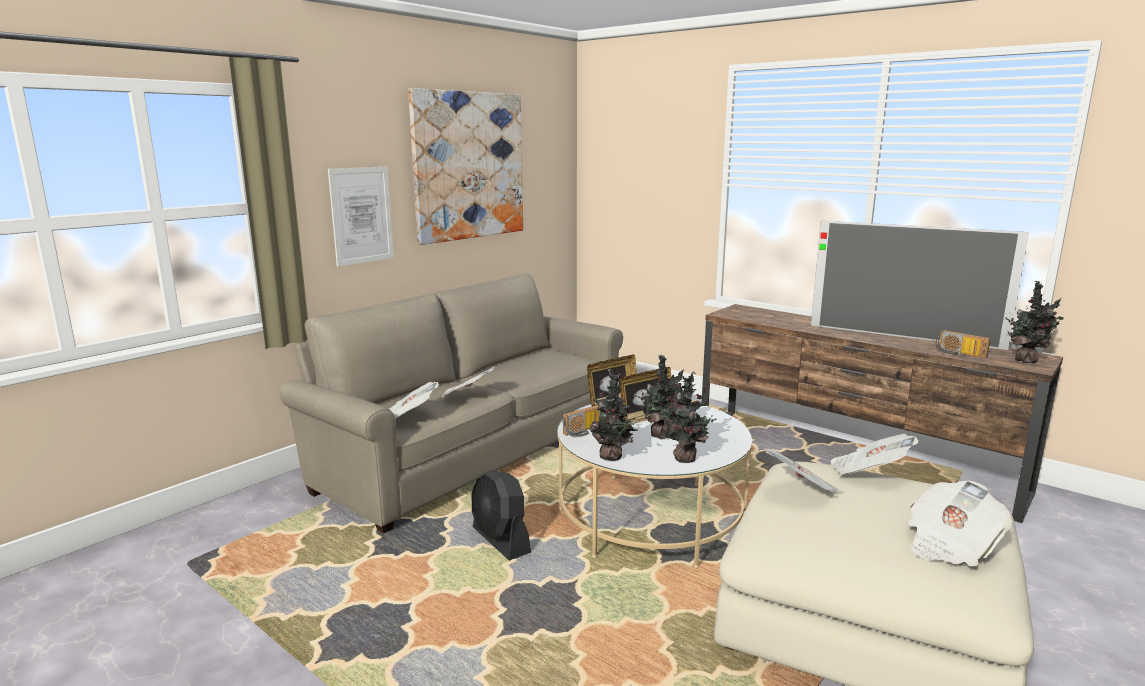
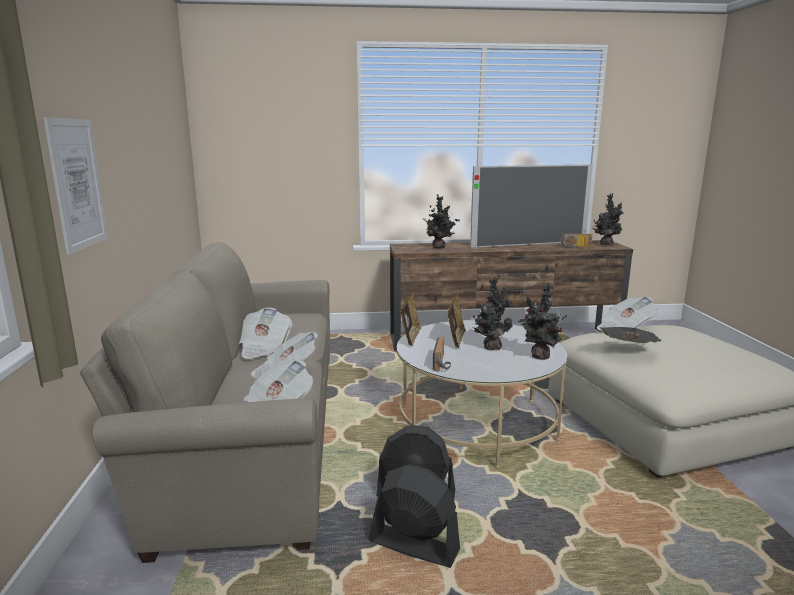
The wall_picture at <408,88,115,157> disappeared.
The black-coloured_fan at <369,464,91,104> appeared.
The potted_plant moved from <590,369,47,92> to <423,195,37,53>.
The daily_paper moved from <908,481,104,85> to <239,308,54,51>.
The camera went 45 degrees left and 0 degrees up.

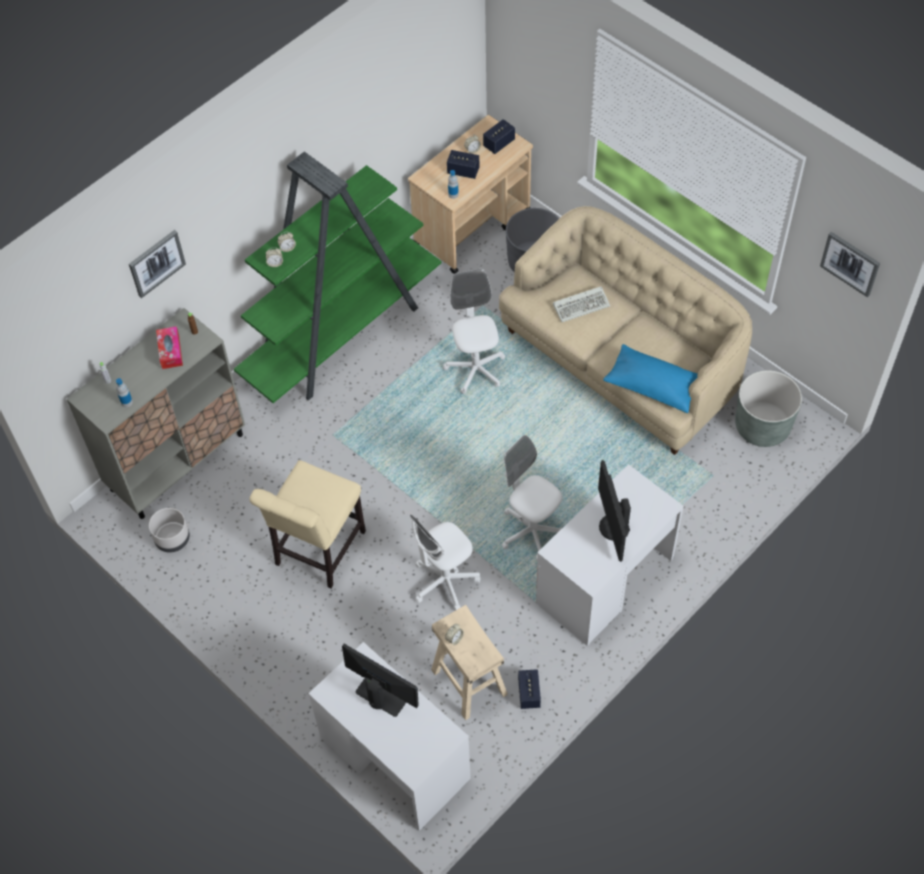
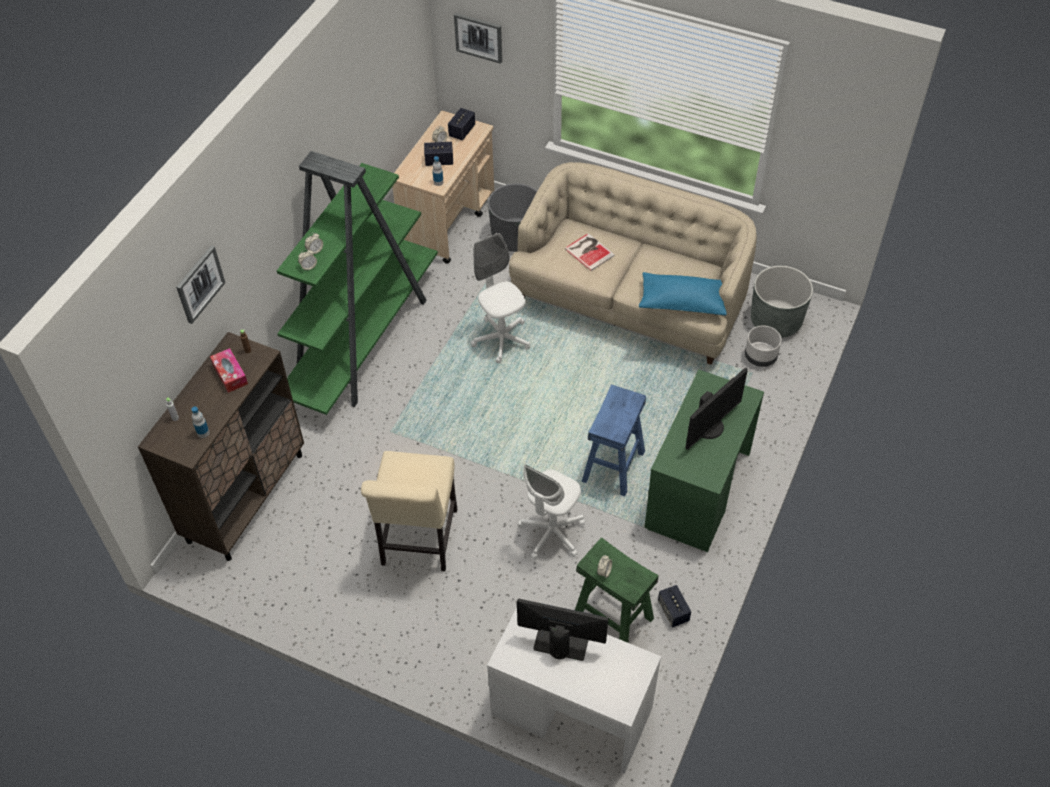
The grey_planter moved from <149,508,41,45> to <745,325,37,42>.
The wall_picture moved from <820,232,60,65> to <454,13,48,51>.
The white-coloured_office_chair at <502,435,60,125> was replaced by the blue_sitting_stool at <581,384,65,112>.
The keyboard at <553,286,57,36> was replaced by the book at <564,233,51,38>.
The grey_cabinet at <67,308,178,211> became the brownish_cabinet at <138,332,166,229>.
The beige_sitting_stool at <431,605,77,115> became the green_sitting_stool at <575,537,84,106>.
The white-coloured_desk_table at <536,464,148,182> became the green_desk_table at <644,370,120,182>.
The computer_screen at <598,460,33,102> turned 105 degrees counterclockwise.
The camera went 20 degrees left and 5 degrees down.

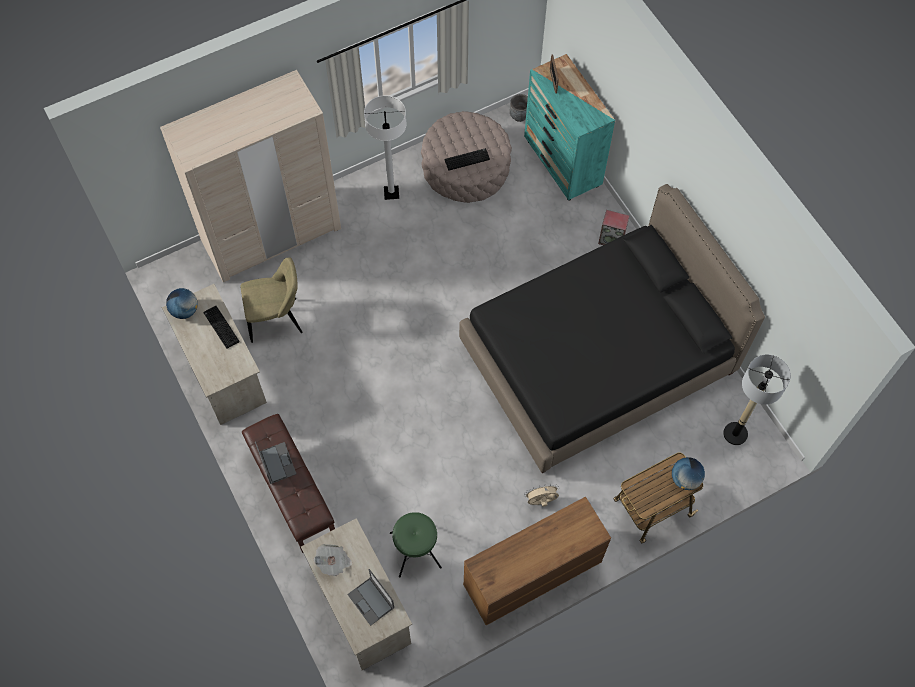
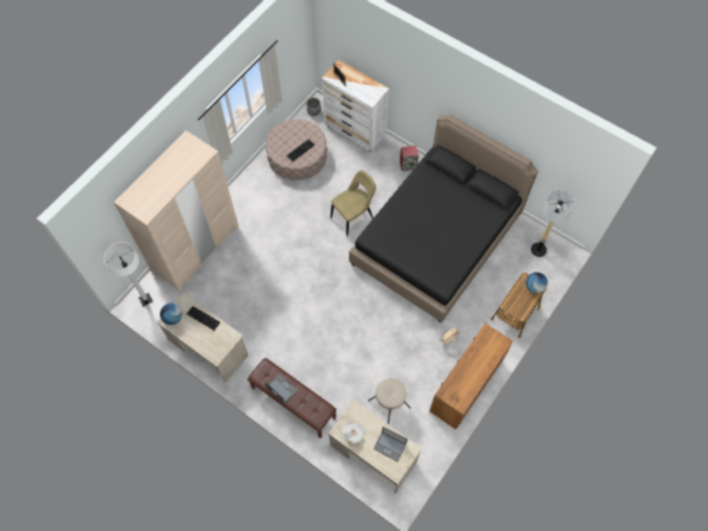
The beige_chair moved from <241,257,61,86> to <331,170,45,67>.
The white-coloured_standard_lamp moved from <364,95,43,105> to <104,242,49,64>.
The green_sitting_stool at <390,512,52,65> became the beige_sitting_stool at <368,379,43,45>.
The blue-green_dresser at <524,54,91,147> became the white-coloured_dresser at <322,60,67,92>.
The camera went 25 degrees left and 0 degrees up.

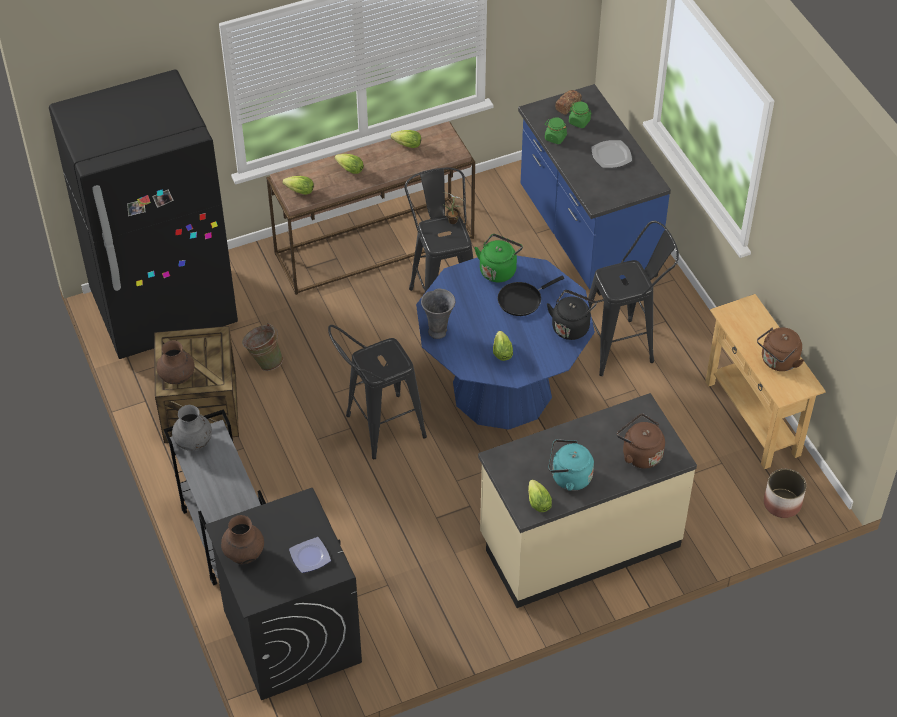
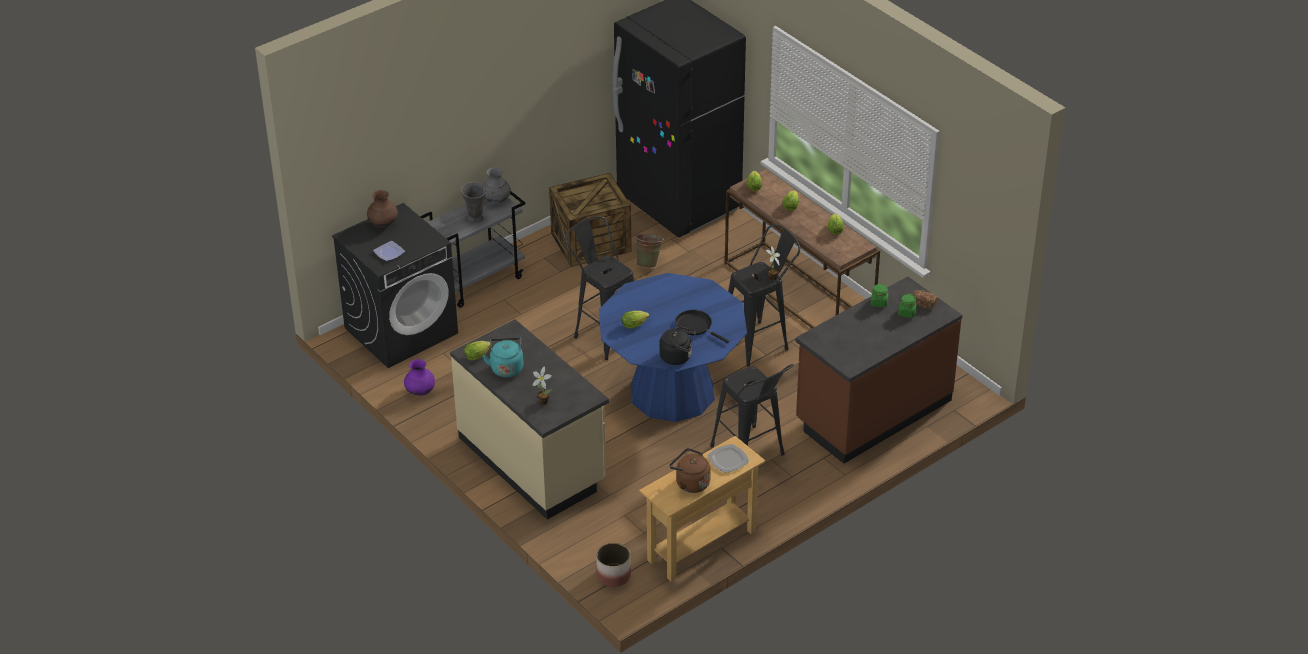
The brownish_vase at <157,341,37,43> disappeared.
The green_tea_kettle at <474,234,49,49> disappeared.
The purple-coloured_vase at <404,359,31,37> appeared.
The grey_vase moved from <421,288,34,51> to <461,182,26,41>.
The plate moved from <592,140,40,28> to <707,444,42,29>.
The brownish_tea_kettle at <617,414,48,55> was replaced by the potted_plant at <533,366,19,39>.
The blue_kitchen_counter at <518,84,153,212> became the brownish_kitchen_counter at <796,276,166,188>.
The camera went 75 degrees right and 10 degrees down.

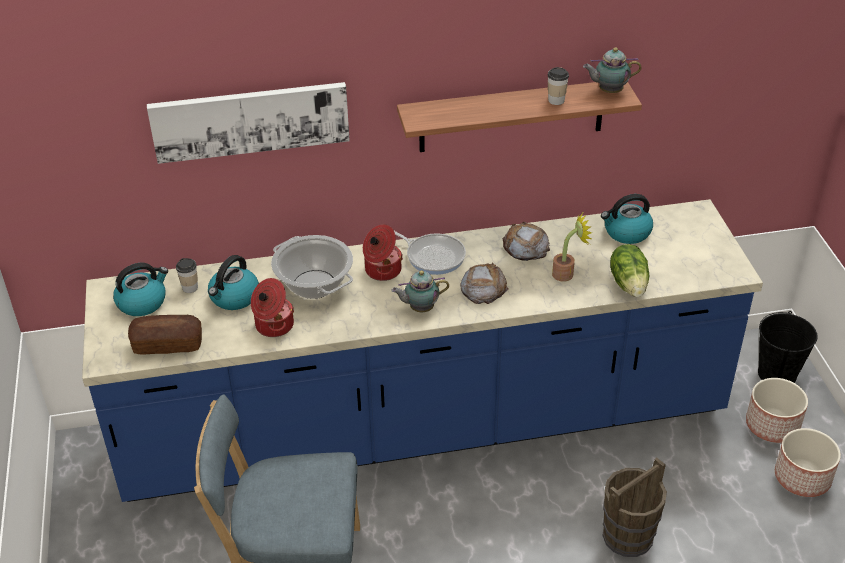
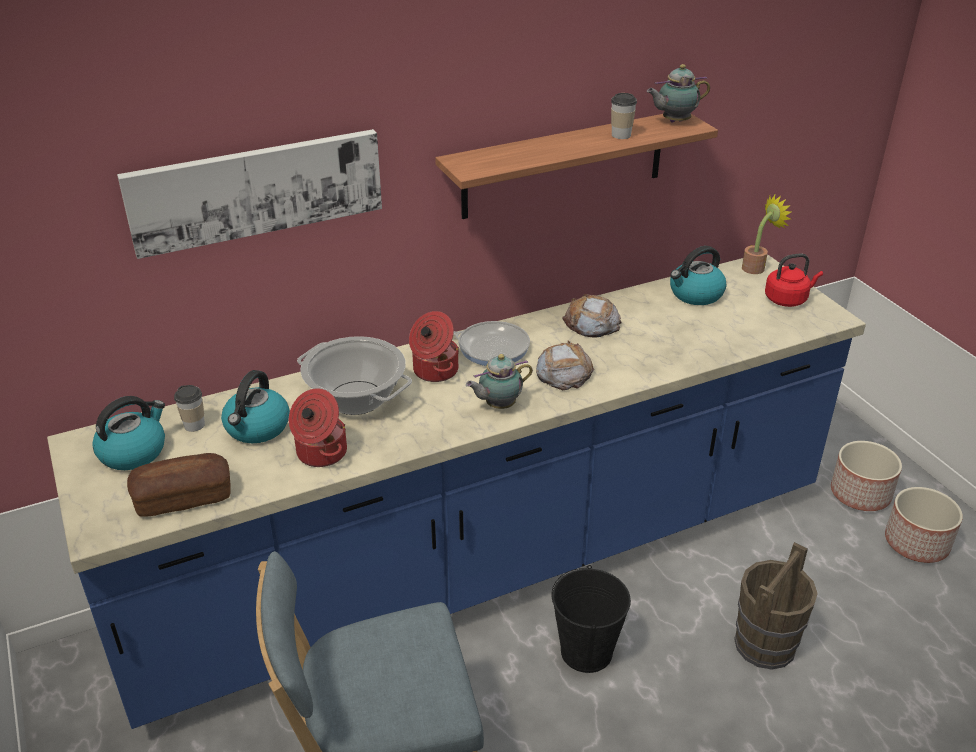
The head_of_lettuce at <610,244,39,53> disappeared.
The reddish_tea_kettle at <765,254,58,53> appeared.
The potted_plant moved from <552,211,40,71> to <742,195,49,79>.
The black-coloured_bucket moved from <758,311,60,72> to <551,565,80,108>.
The camera went 15 degrees left and 5 degrees down.

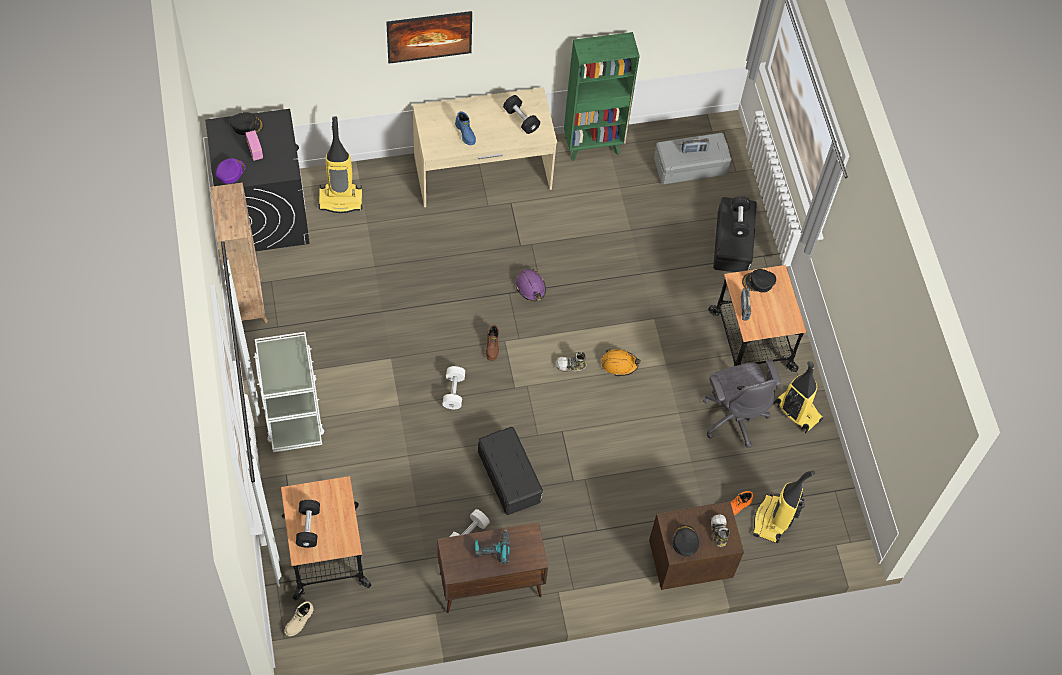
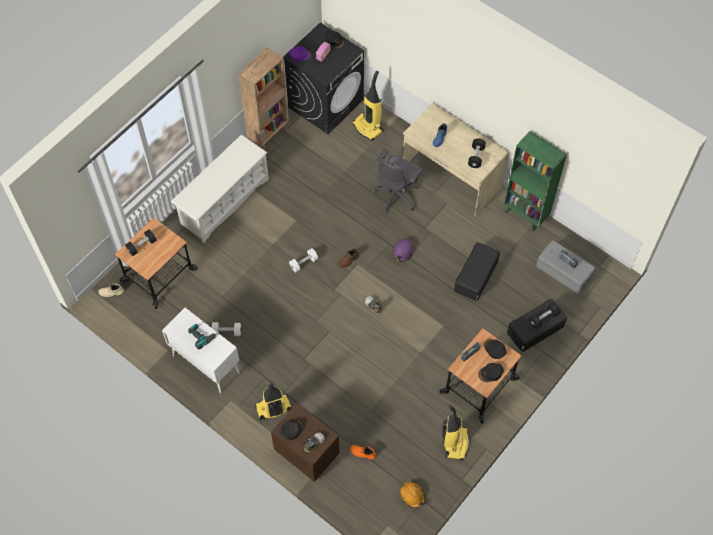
The wall_picture at <386,11,86,53> disappeared.
The black-coloured_baseball_cap at <479,363,25,19> appeared.
The black-coloured_storage_container moved from <478,427,65,88> to <454,242,46,59>.
The orange-coloured_safety_helmet moved from <601,349,40,27> to <400,481,25,27>.
The grey_office_chair moved from <703,360,78,88> to <373,149,50,65>.
The hoover moved from <753,470,62,73> to <255,381,37,40>.
The white-coloured_wheeled_cart at <254,332,70,120> was replaced by the white-coloured_shoe_rack at <171,135,98,108>.
The brownish_cabinet at <437,522,111,91> became the white-coloured_cabinet at <162,308,78,86>.
The camera went 55 degrees right and 0 degrees up.

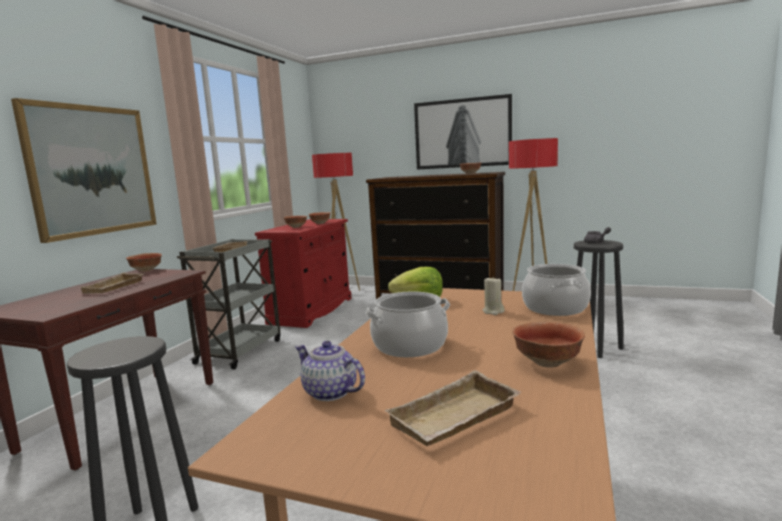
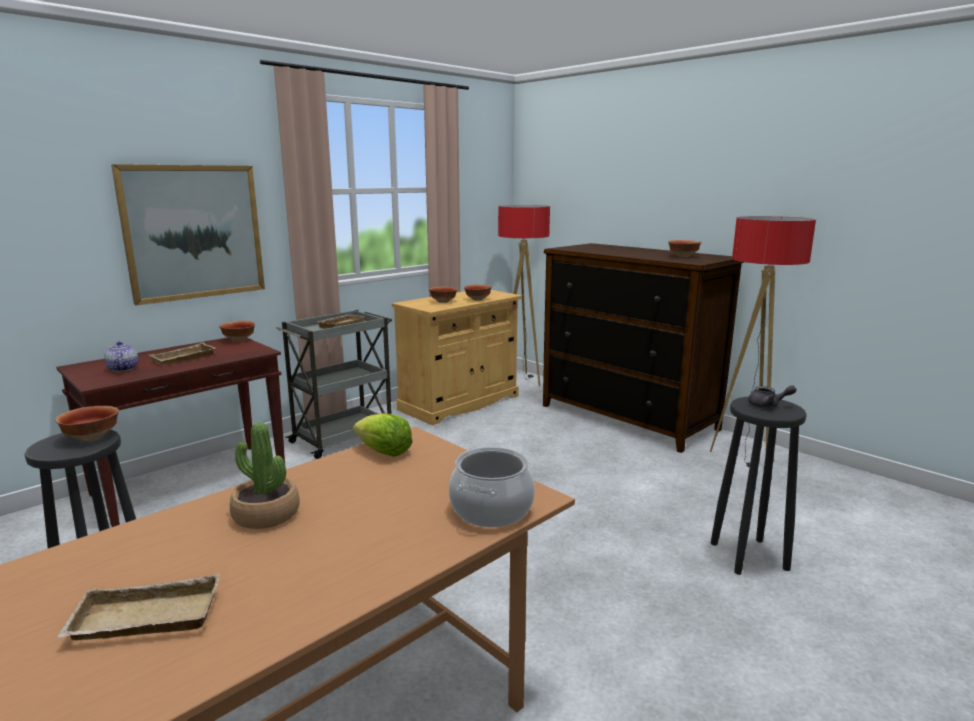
The wall_picture at <414,94,98,75> disappeared.
The beige_wax_light at <483,276,22,39> disappeared.
The pot_for_tea moved from <295,341,70,60> to <104,341,34,31>.
The bowl moved from <512,322,73,46> to <56,406,63,35>.
The saucepot at <365,291,85,66> was replaced by the potted_plant at <230,422,70,107>.
The reddish_cabinet at <255,219,97,109> became the beige_cabinet at <392,290,130,135>.
The camera went 25 degrees right and 5 degrees up.

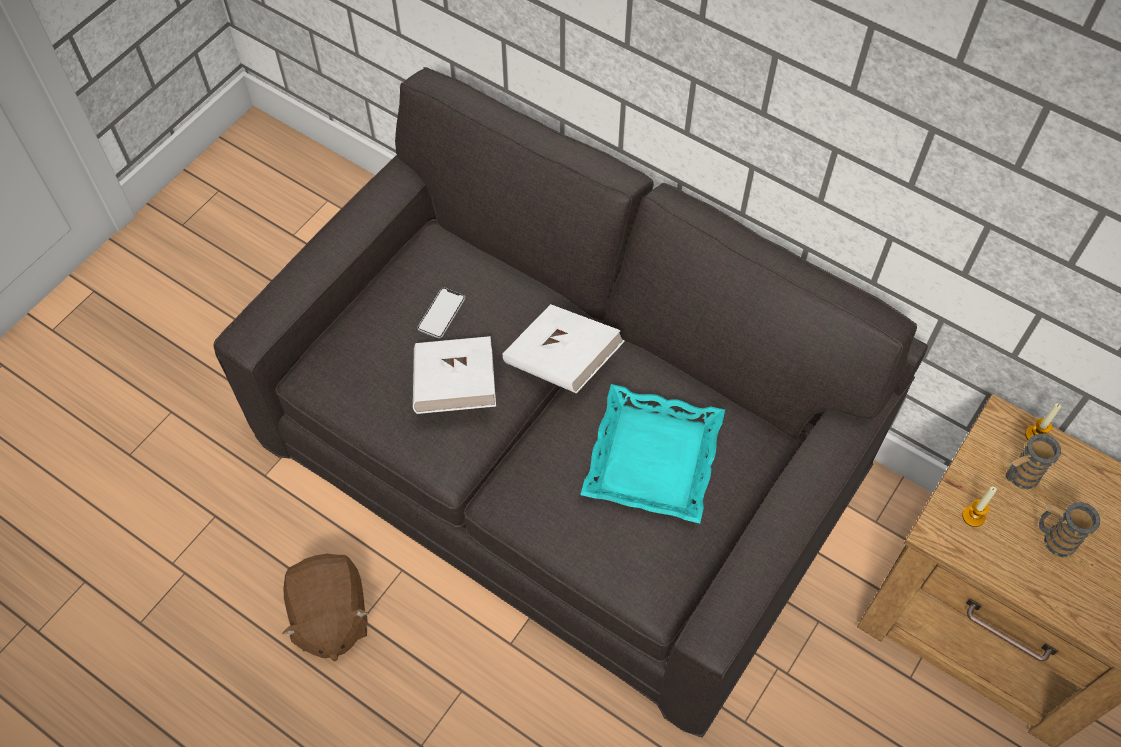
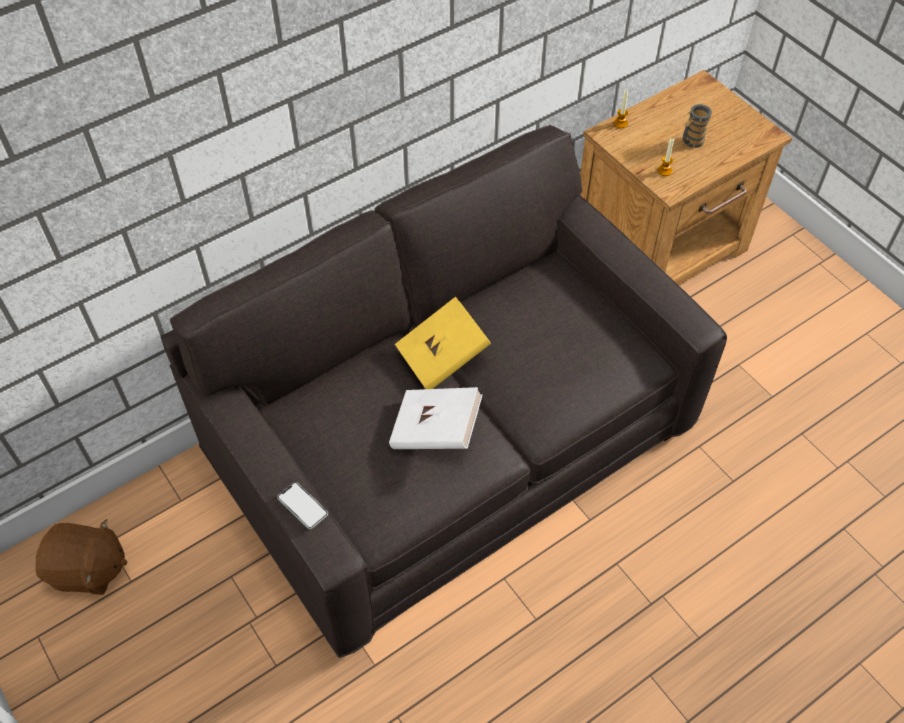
The blue-green_serving_tray at <580,384,145,140> disappeared.
The mug at <1006,434,57,55> disappeared.
The brownish_plush_toy moved from <282,554,87,107> to <35,519,92,76>.
The phone moved from <417,288,48,50> to <277,482,51,47>.
The white-coloured_book at <503,304,122,89> became the yellow_book at <395,297,96,92>.
The camera went 70 degrees left and 5 degrees down.

